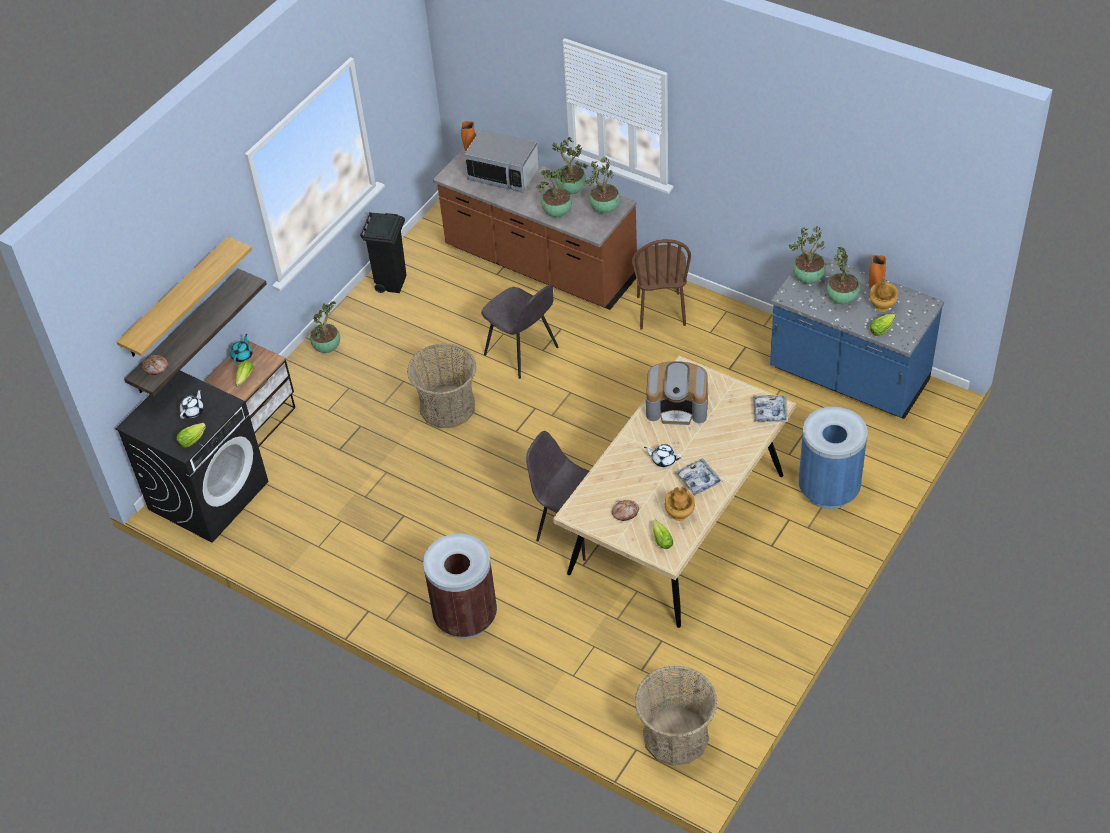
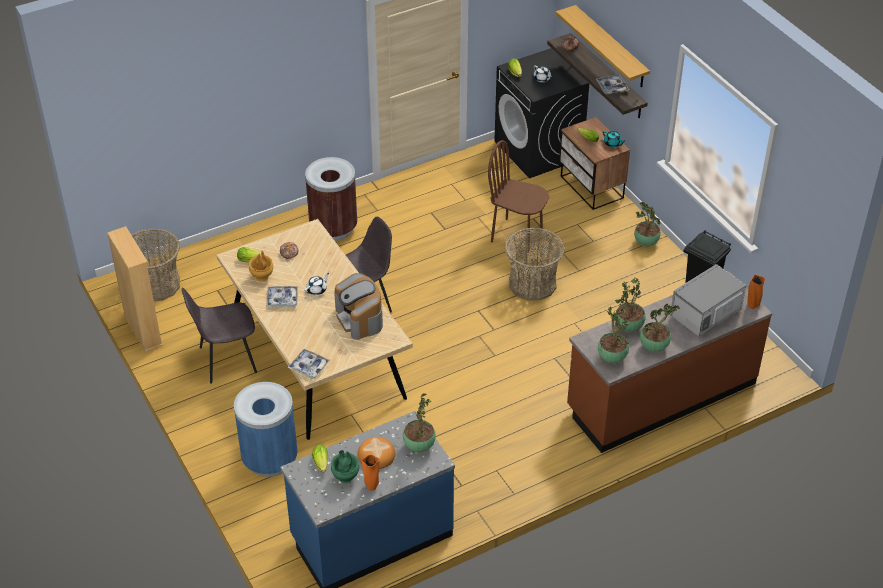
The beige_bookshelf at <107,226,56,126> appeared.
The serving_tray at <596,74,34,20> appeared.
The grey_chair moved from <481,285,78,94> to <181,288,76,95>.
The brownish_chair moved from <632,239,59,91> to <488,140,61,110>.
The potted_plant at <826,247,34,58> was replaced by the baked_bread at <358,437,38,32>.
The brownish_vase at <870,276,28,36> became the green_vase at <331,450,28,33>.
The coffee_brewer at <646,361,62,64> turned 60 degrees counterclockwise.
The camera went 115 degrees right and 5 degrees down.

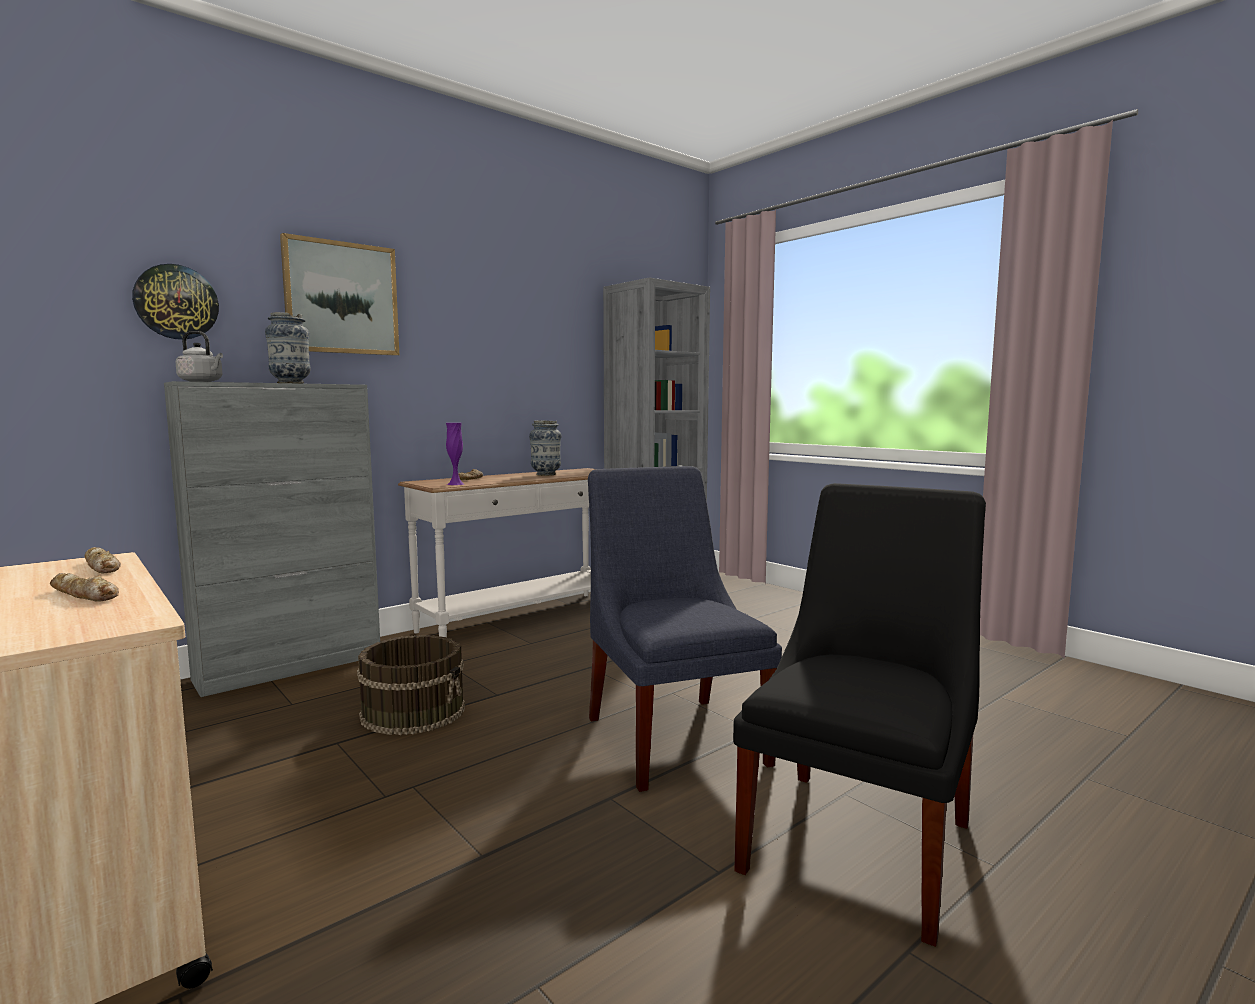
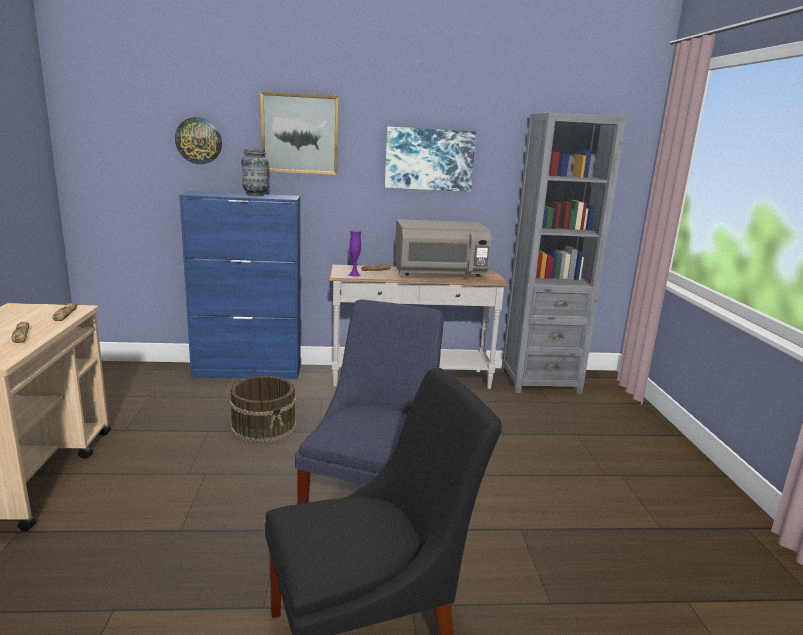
The grey_tea_kettle at <175,331,48,51> disappeared.
The wall_picture at <385,127,91,65> appeared.
The vase at <529,421,32,55> was replaced by the grey_microwave_oven at <394,219,98,58>.
The grey_cabinet at <164,381,216,316> became the blue_cabinet at <179,191,122,188>.
The camera went 35 degrees right and 10 degrees up.

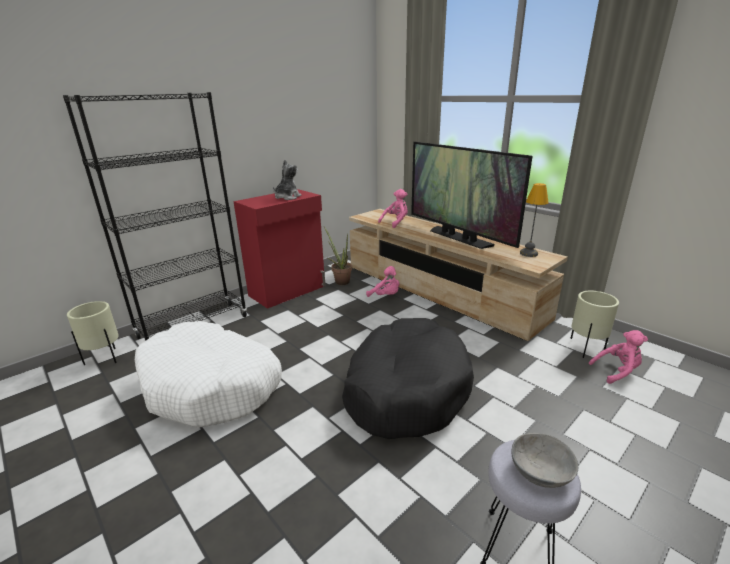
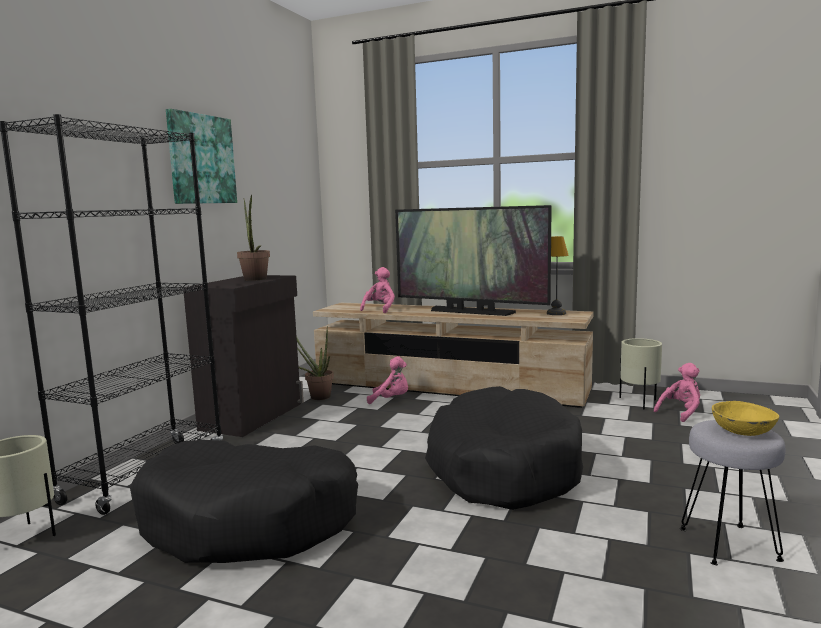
The wall_picture at <166,109,71,95> appeared.
The plush_toy at <273,159,29,41> was replaced by the potted_plant at <237,195,33,86>.
The white-coloured_dog_bed at <135,321,147,107> became the black-coloured_dog_bed at <130,440,228,123>.
The reddish_cabinet at <233,189,92,120> became the black-coloured_cabinet at <183,275,121,162>.
The grey_bowl at <512,433,66,55> became the yellow_bowl at <712,401,67,35>.
The camera went 25 degrees left and 15 degrees down.

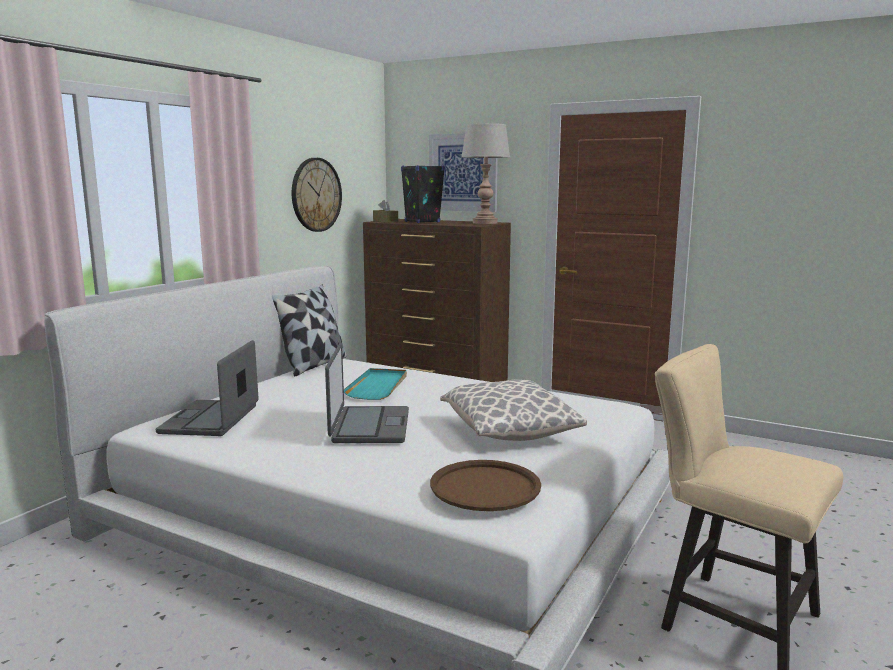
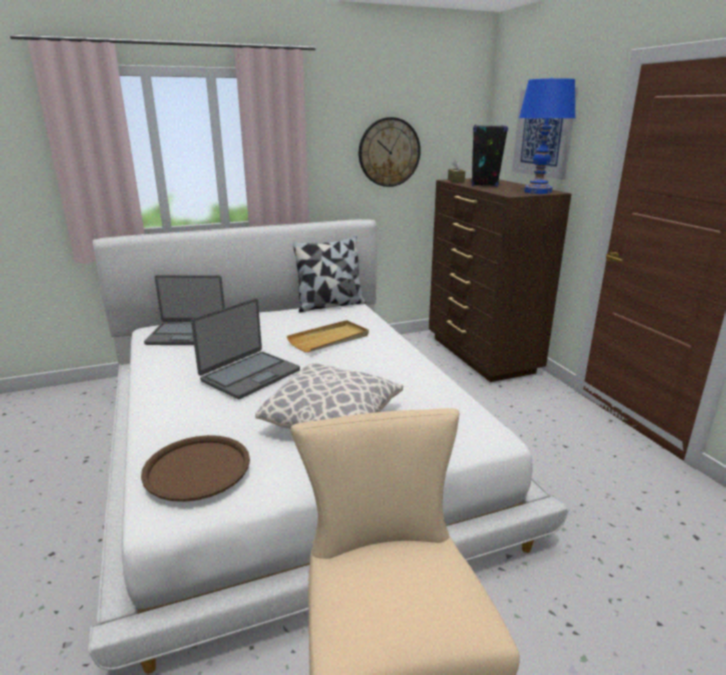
The blue-green_serving_tray at <344,368,63,32> became the beige_serving_tray at <287,320,82,32>.
The grey_lamp_for_a_table at <461,123,49,101> became the blue_lamp_for_a_table at <519,78,57,116>.
The notebook_computer at <156,340,103,96> turned 135 degrees counterclockwise.
The camera went 40 degrees right and 10 degrees up.

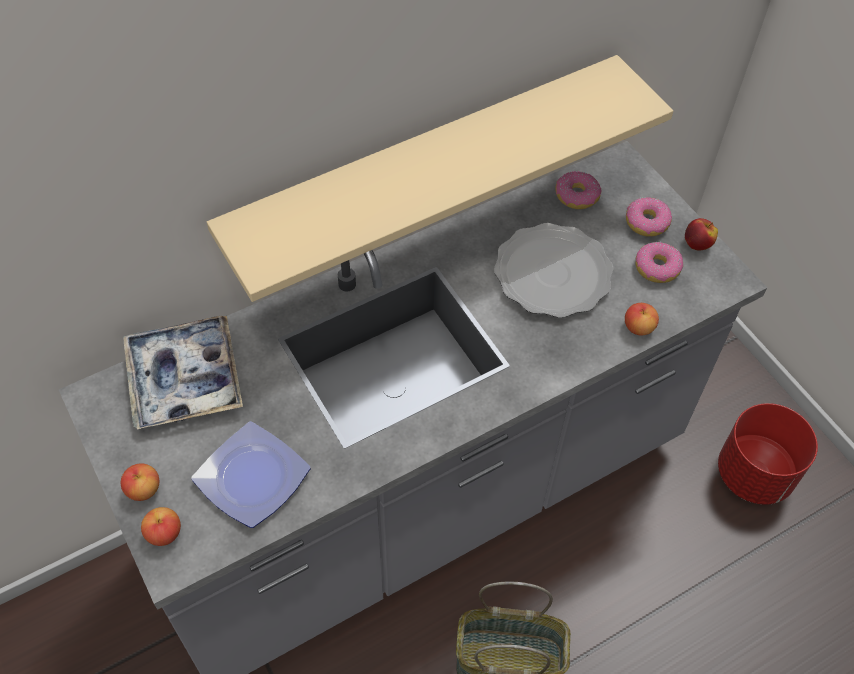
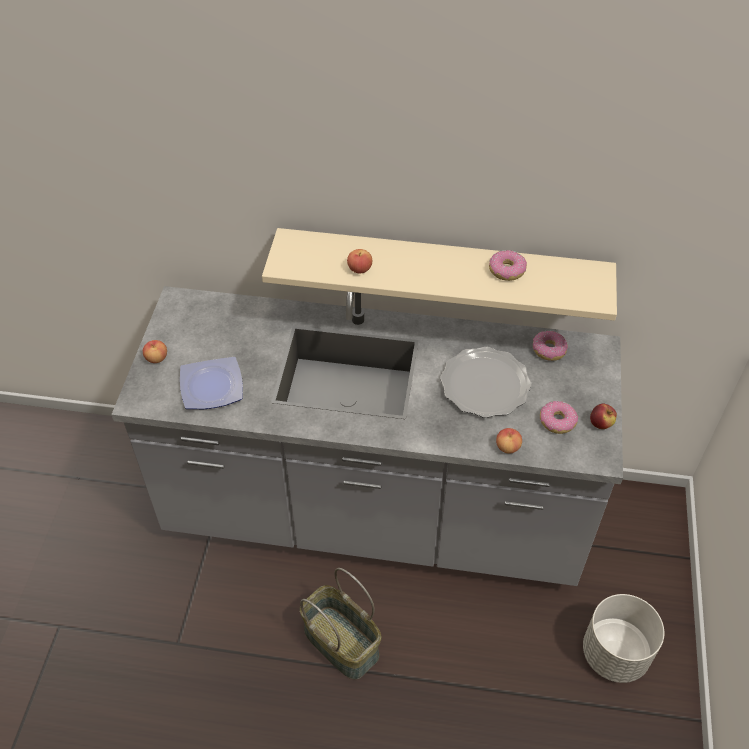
The serving_tray at <123,316,120,113> disappeared.
The apple_fruit moved from <141,507,40,39> to <347,249,25,25>.
The donut moved from <626,197,46,40> to <489,250,38,31>.
The reddish_planter at <718,403,100,102> became the grey_planter at <583,594,81,89>.
The camera went 40 degrees right and 5 degrees down.

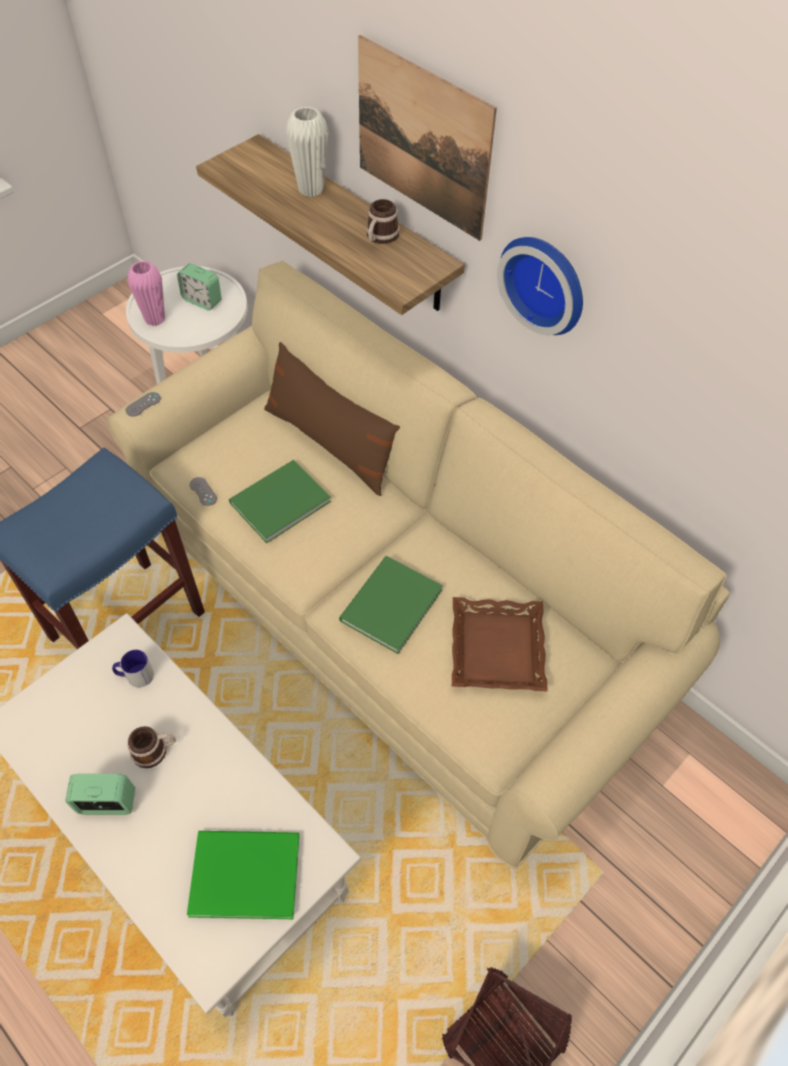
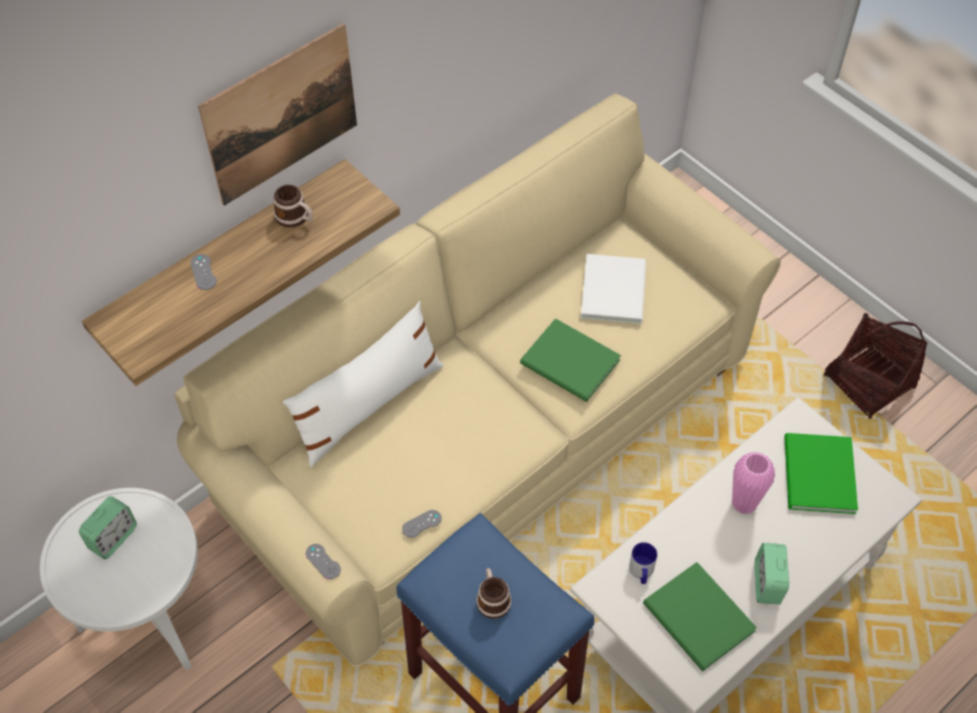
The hanging_clock at <497,237,86,98> disappeared.
The mug moved from <127,726,49,42> to <476,568,36,51>.
The pink-coloured_vase moved from <128,261,37,65> to <732,452,43,62>.
The green_book moved from <229,460,102,83> to <643,562,114,109>.
The white-coloured_vase at <286,106,42,91> was replaced by the grey_joypad at <190,254,27,36>.
The brownish_serving_tray at <452,597,96,95> was replaced by the white-coloured_book at <581,254,65,70>.
The brownish_cushion at <264,342,136,154> became the white-coloured_cushion at <283,301,161,166>.
The camera went 85 degrees left and 0 degrees up.

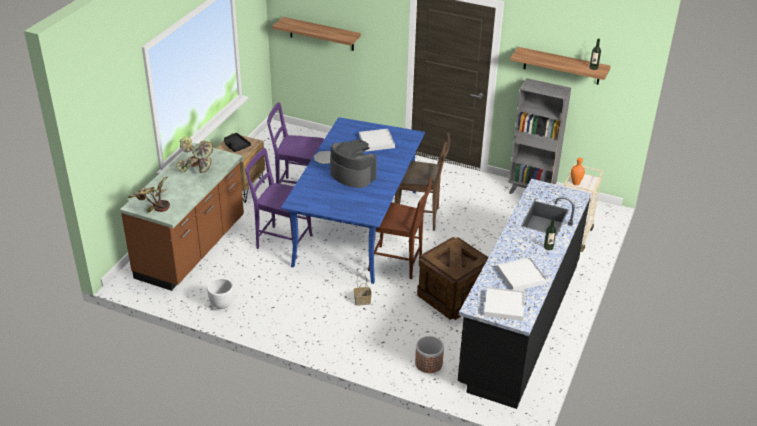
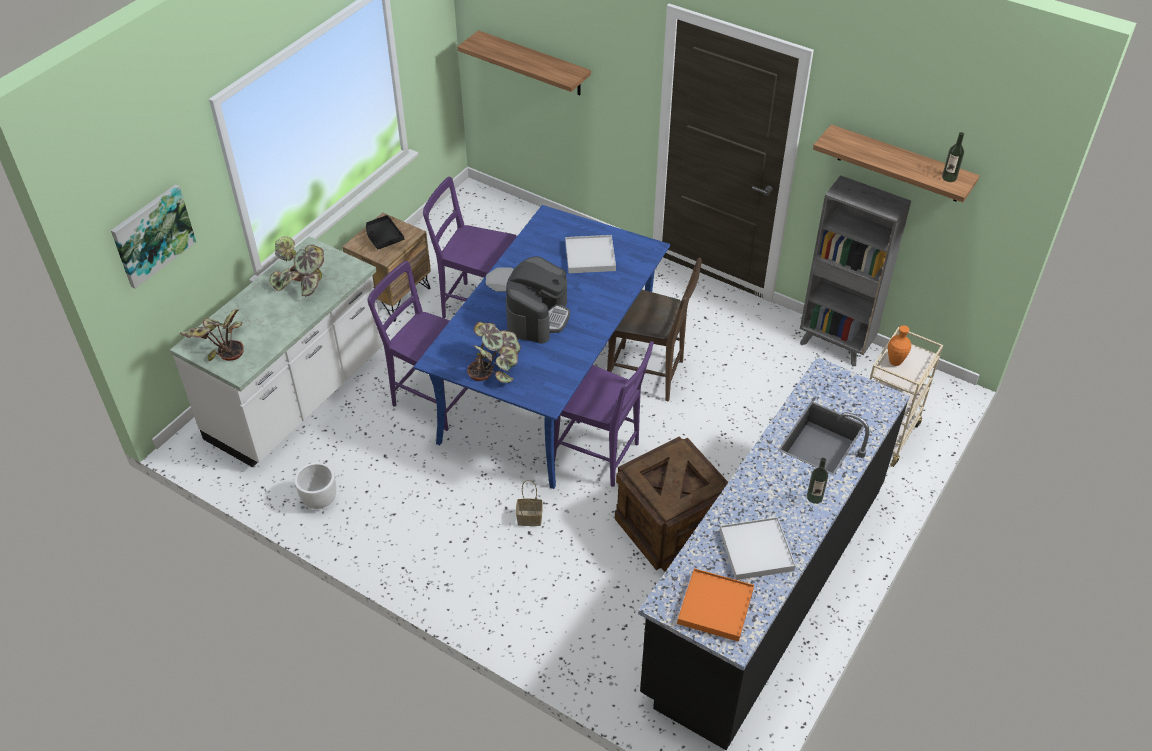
The planter at <415,336,29,37> disappeared.
The wall_picture at <111,184,85,105> appeared.
The potted_plant at <467,322,54,61> appeared.
The brownish_kitchen_counter at <120,143,124,148> became the white-coloured_kitchen_counter at <170,236,213,231>.
The brownish_chair at <368,177,64,102> became the purple-coloured_chair at <554,341,100,146>.
The white-coloured_serving_tray at <484,287,41,34> became the orange-coloured_serving_tray at <677,568,77,74>.
The coffee_brewer at <330,139,47,49> turned 60 degrees clockwise.
The camera went 10 degrees right and 10 degrees up.

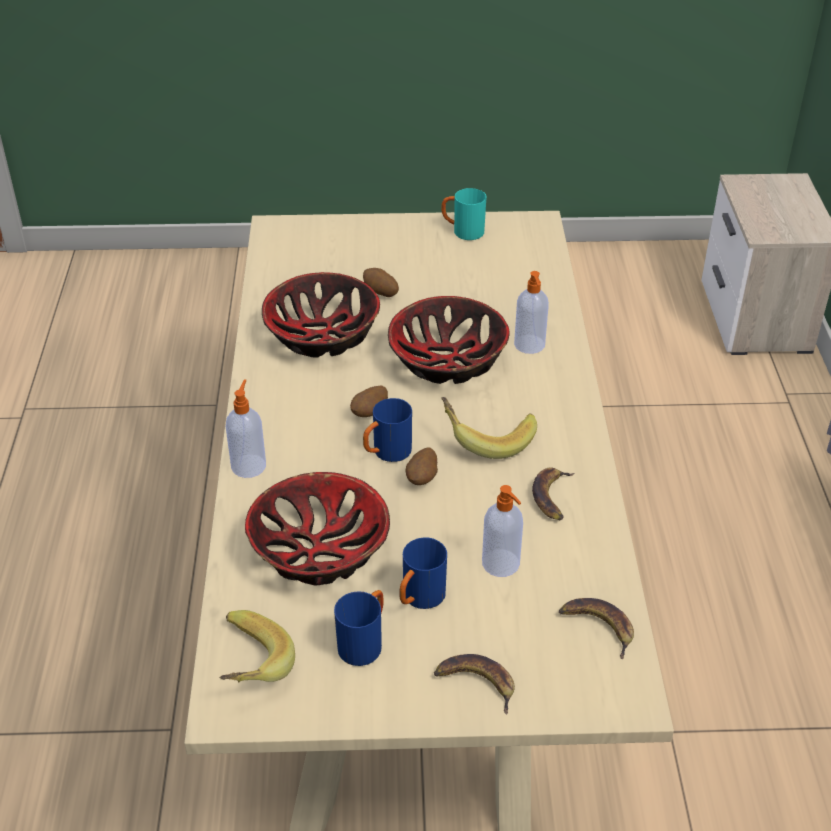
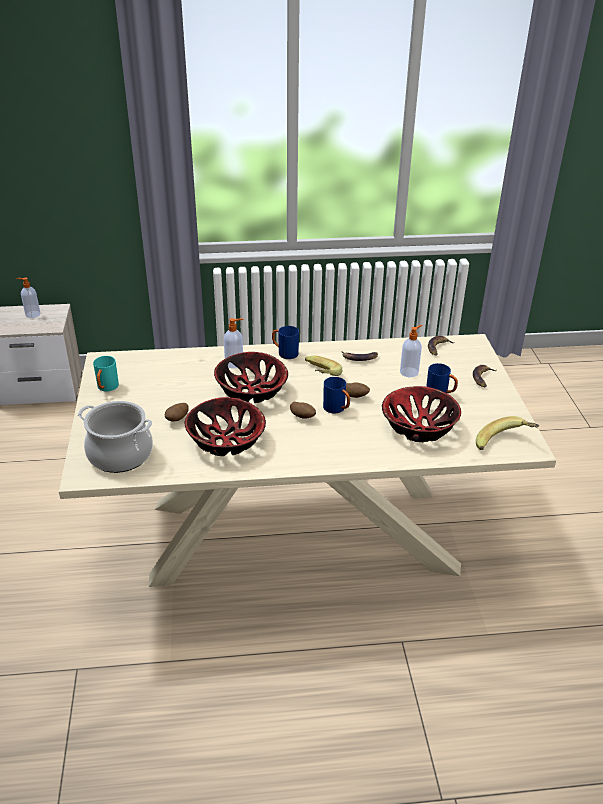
The saucepot at <78,401,75,72> appeared.
The soap_dispenser moved from <226,379,40,99> to <16,278,24,40>.
The blue_mug moved from <334,590,49,76> to <272,326,27,33>.
The camera went 95 degrees left and 5 degrees down.

